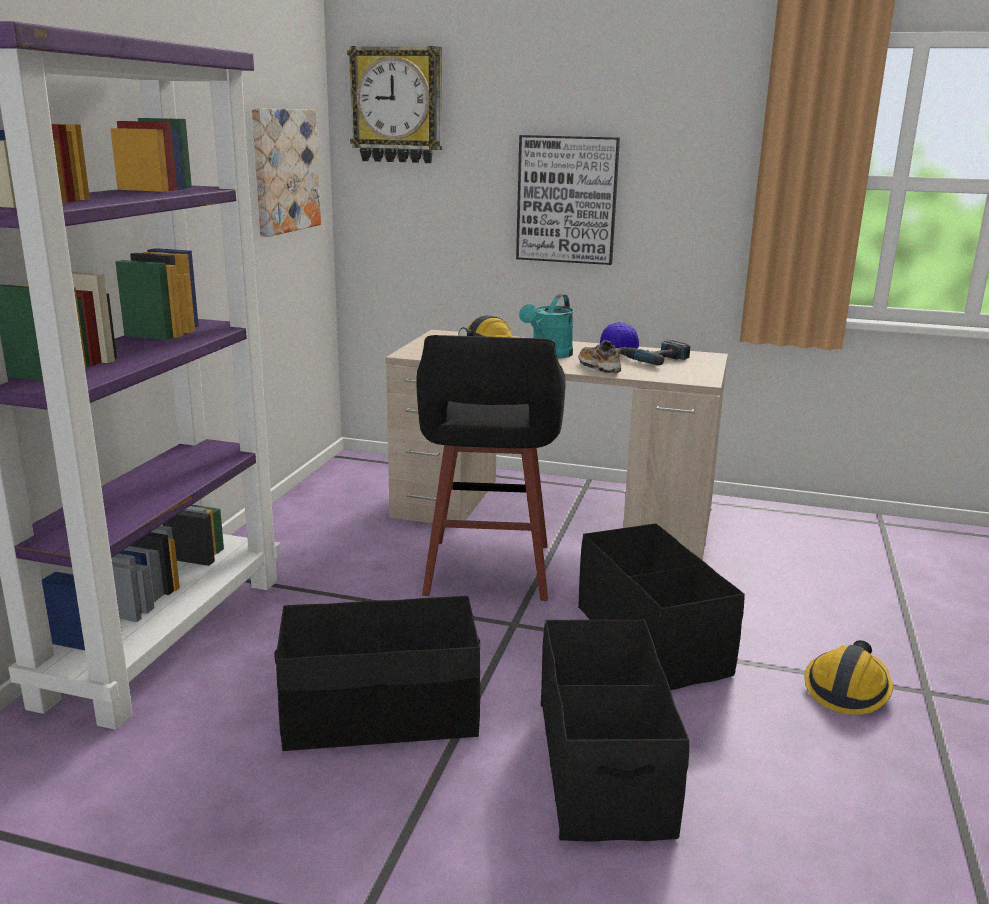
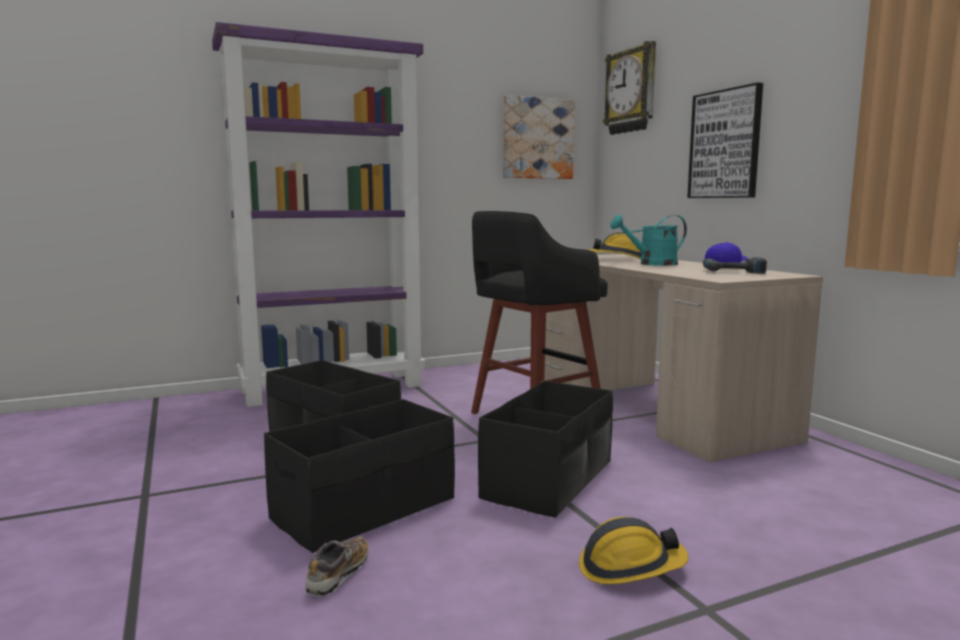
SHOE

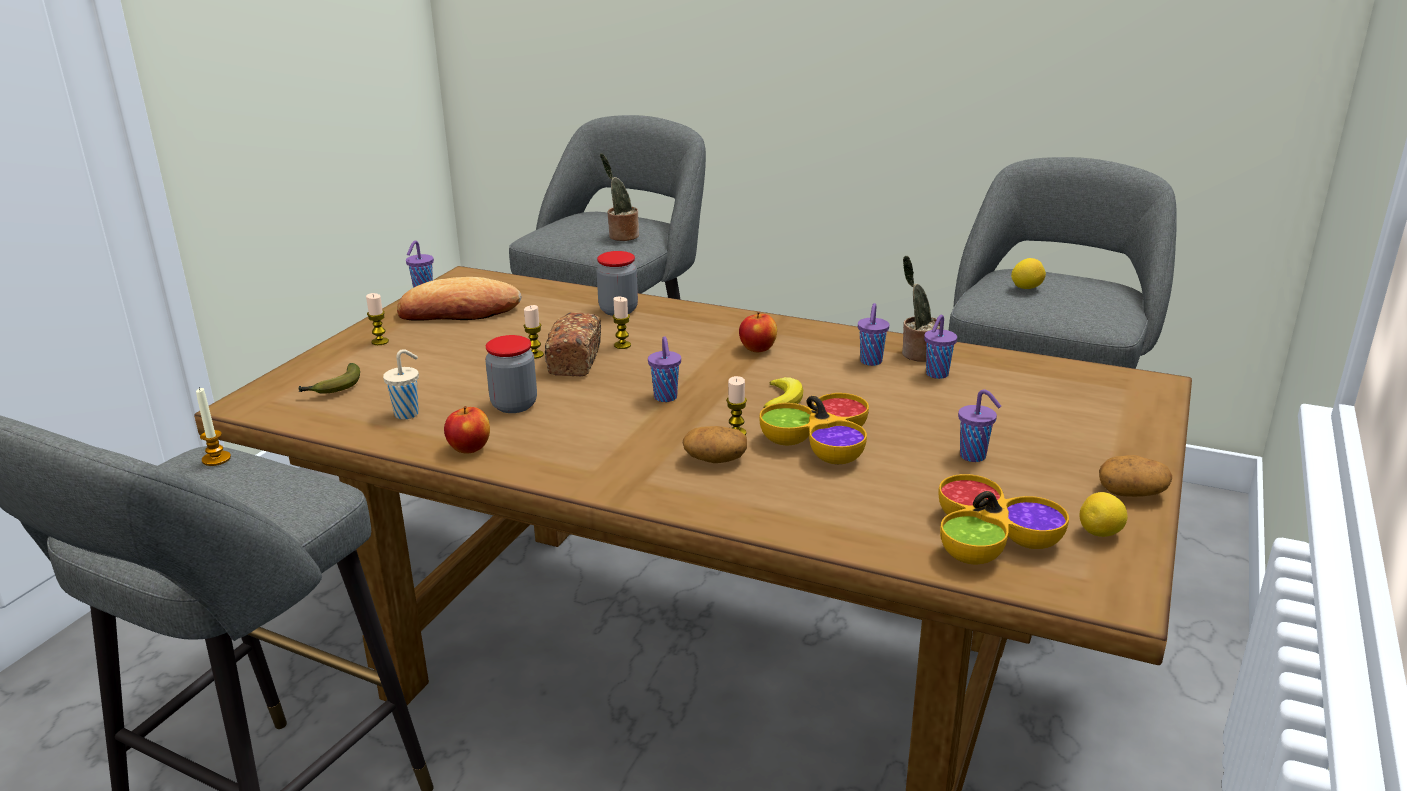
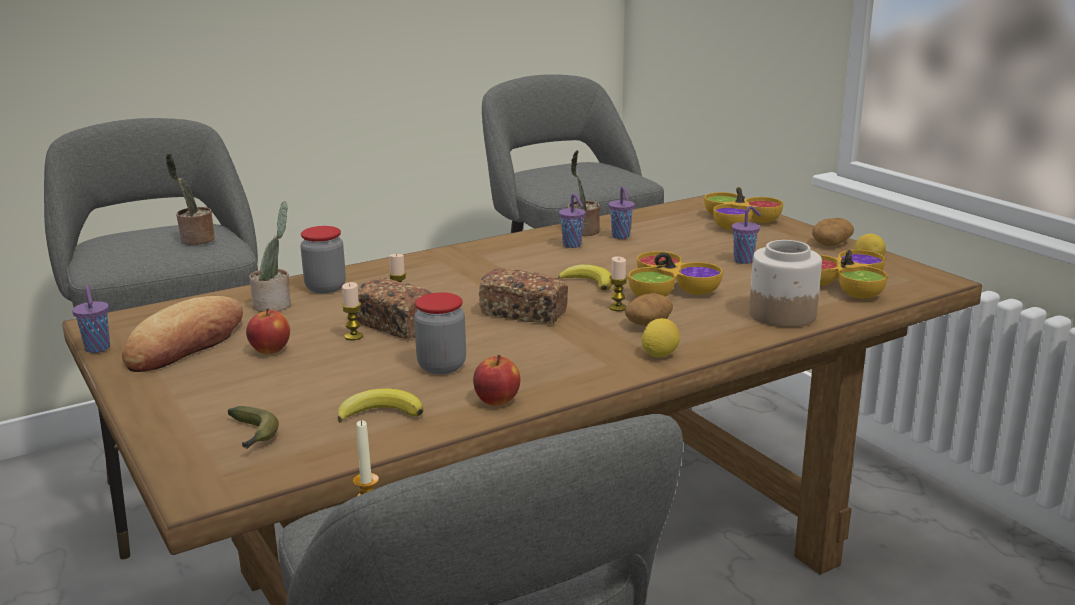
APPLE (no. 1 from left)
POTTED PLANT (no. 2 from left)
BANANA (no. 2 from left)
BREAD (no. 3 from left)
LEMON (no. 1 from left)
BOWL (no. 2 from left)
JAR (no. 3 from left)
CANDLE (no. 2 from left in the first image)

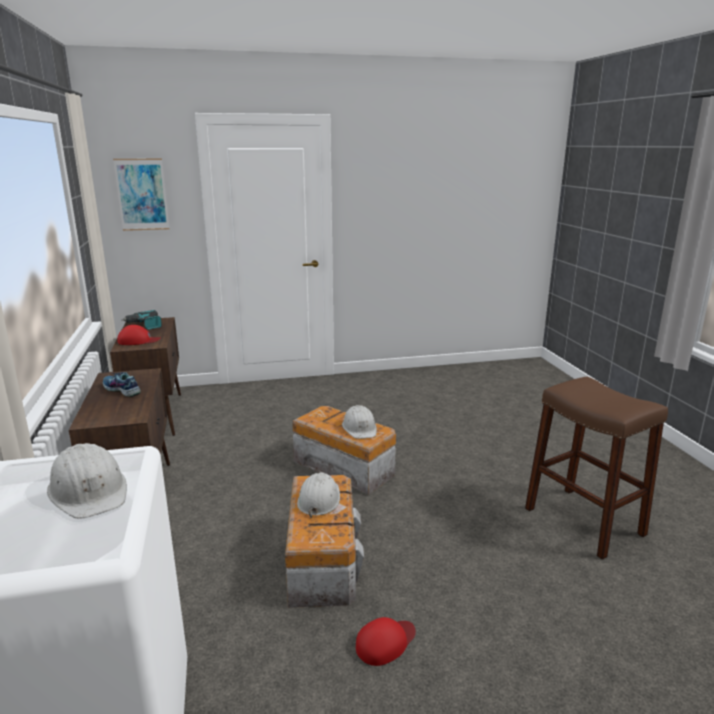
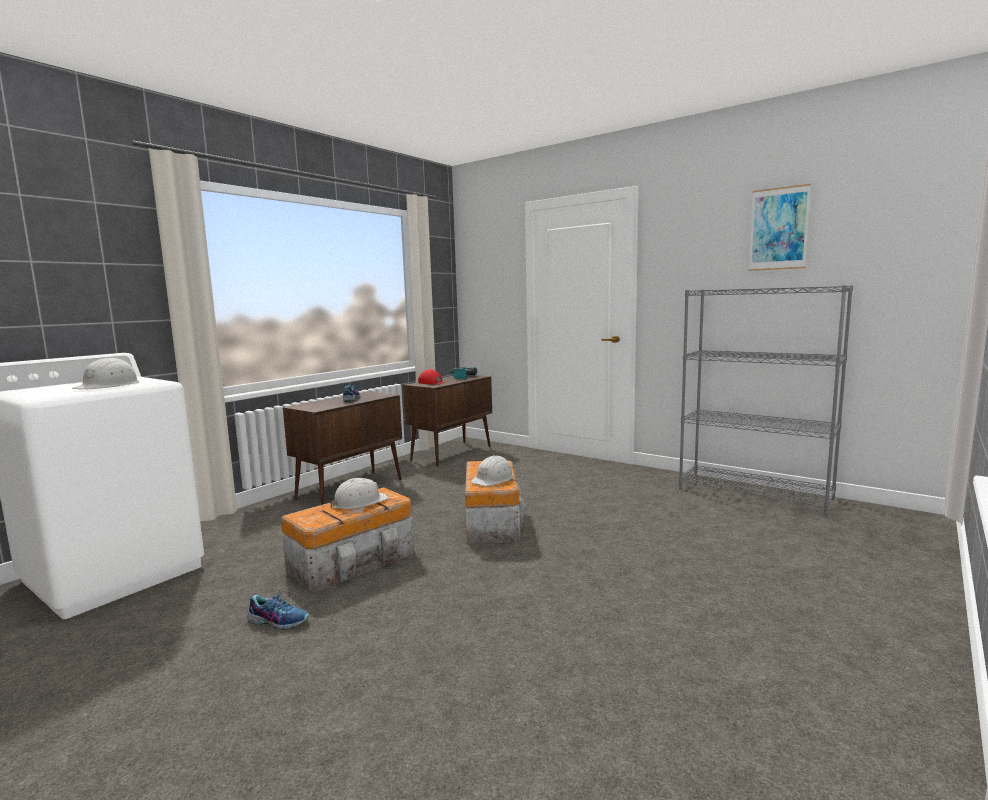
SHOE (no. 1 from left)
GREY BOOKCASE
PICTURE
BROWN STOOL

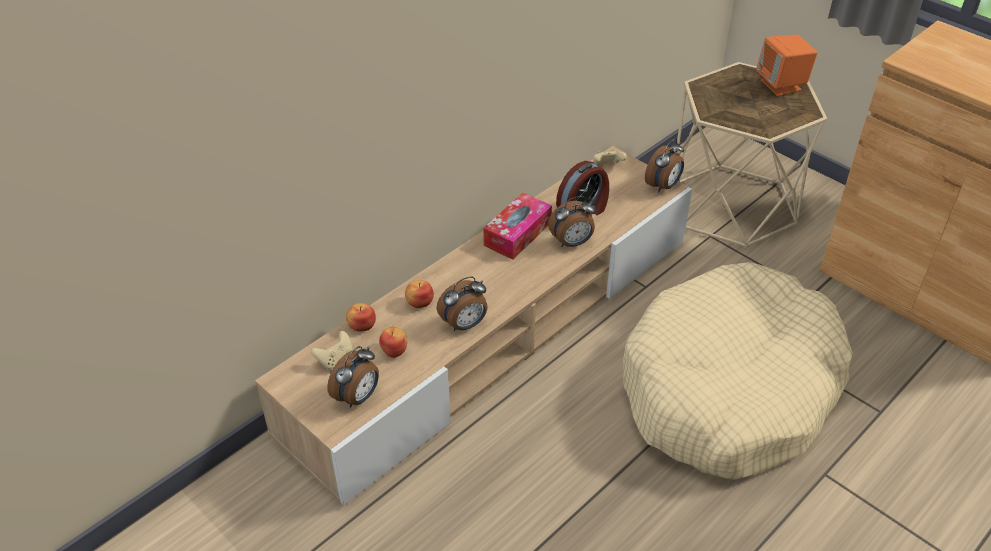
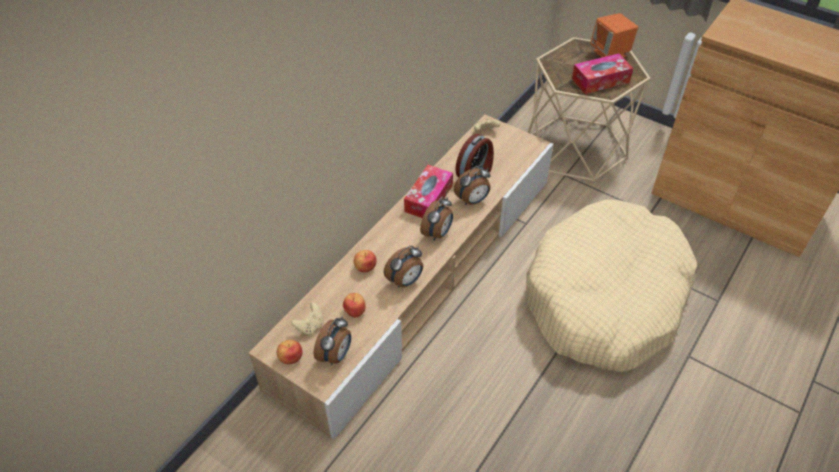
APPLE (no. 1 from left)
ALARM CLOCK (no. 3 from left)
TISSUE BOX (no. 2 from left)

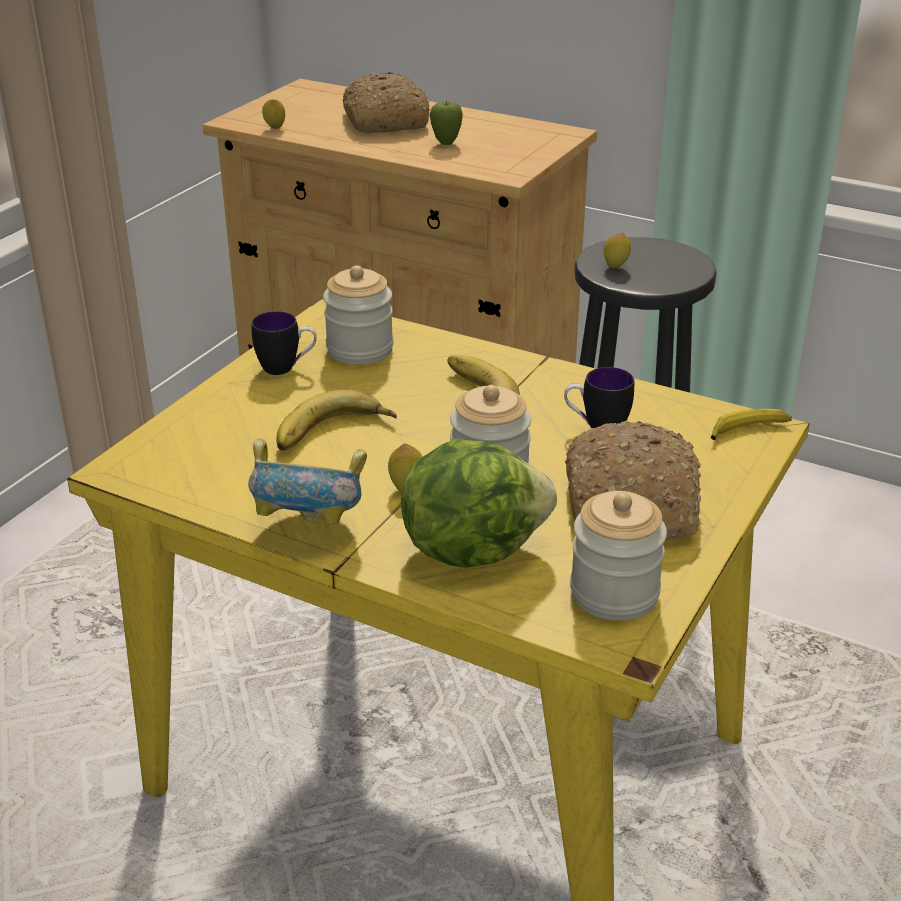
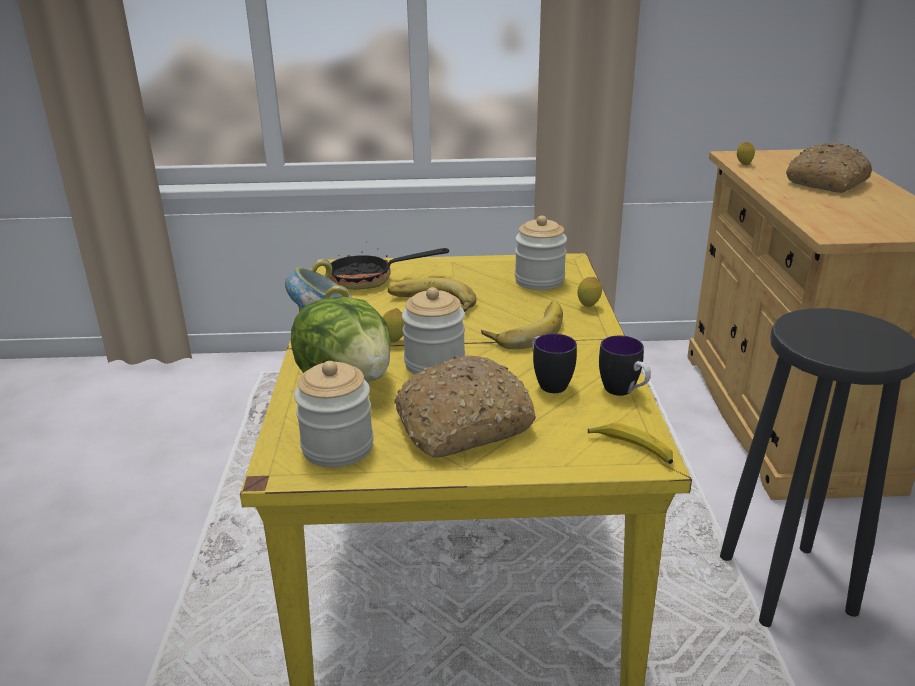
FRYING PAN
LEMON (no. 2 from left)
MUG (no. 2 from left)
APPLE

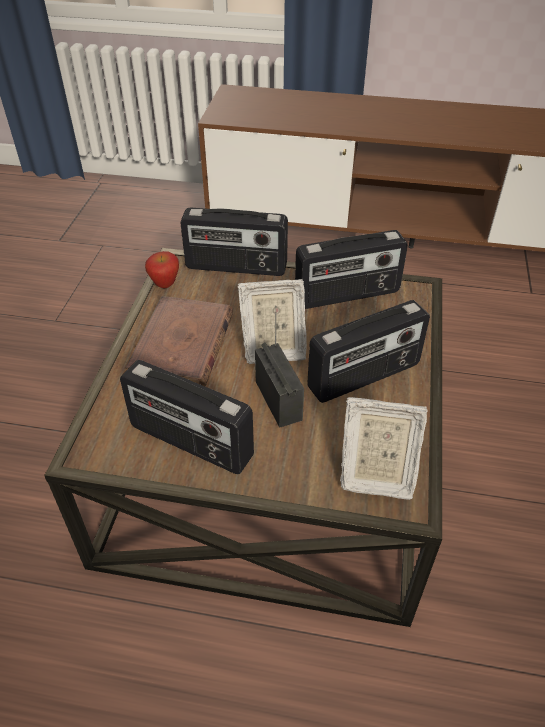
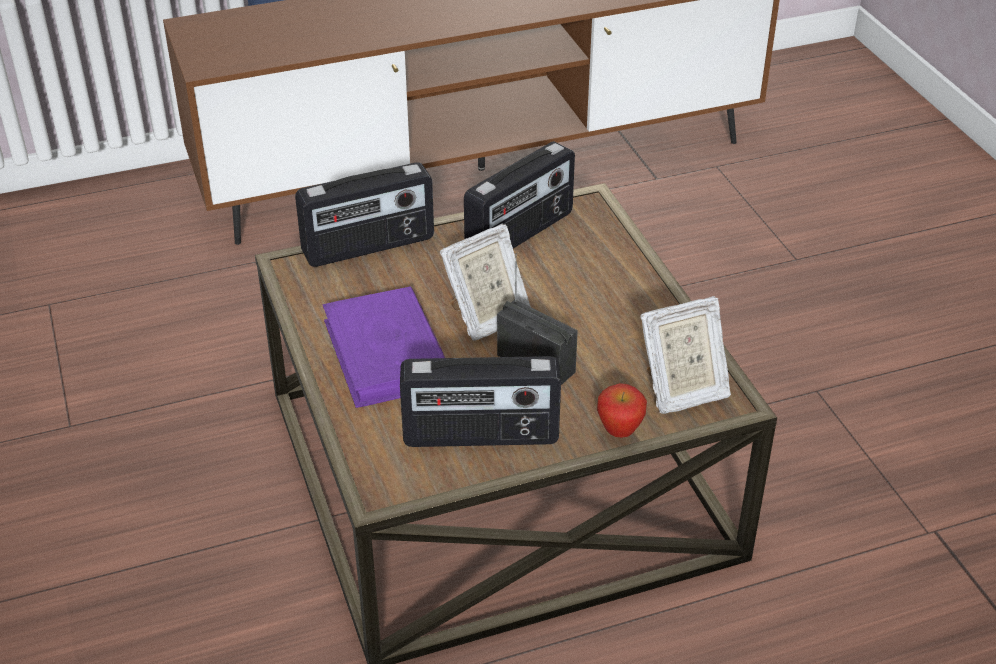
PURPLE BOOK
APPLE
RADIO (no. 5 from left in the first image)

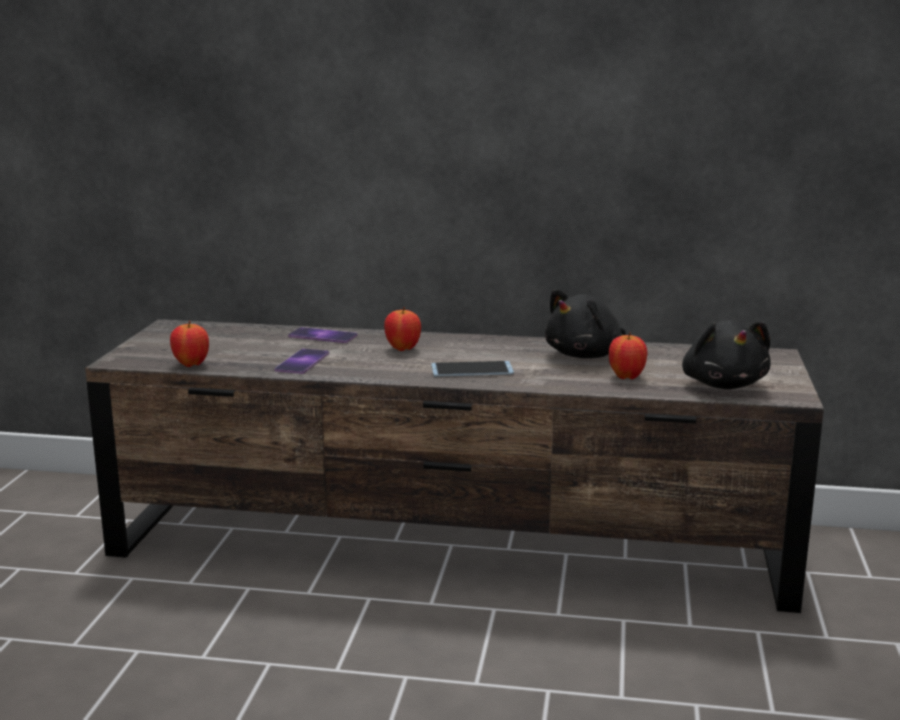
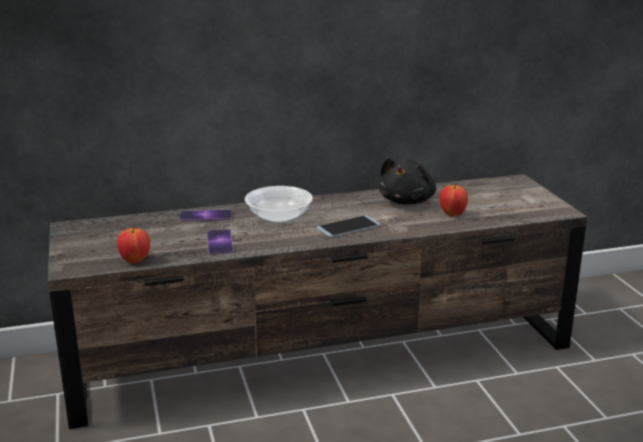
BOWL
BLACK PLUSH TOY (no. 2 from left in the first image)

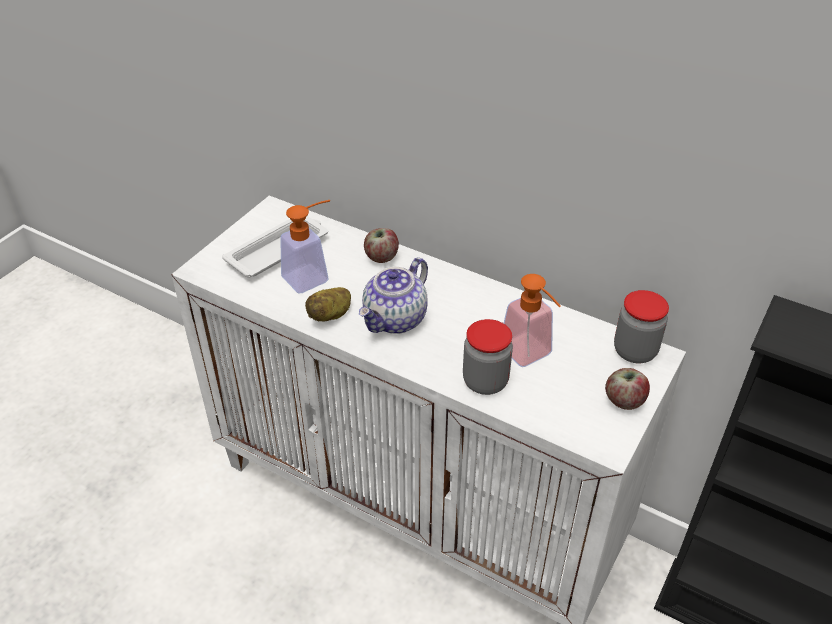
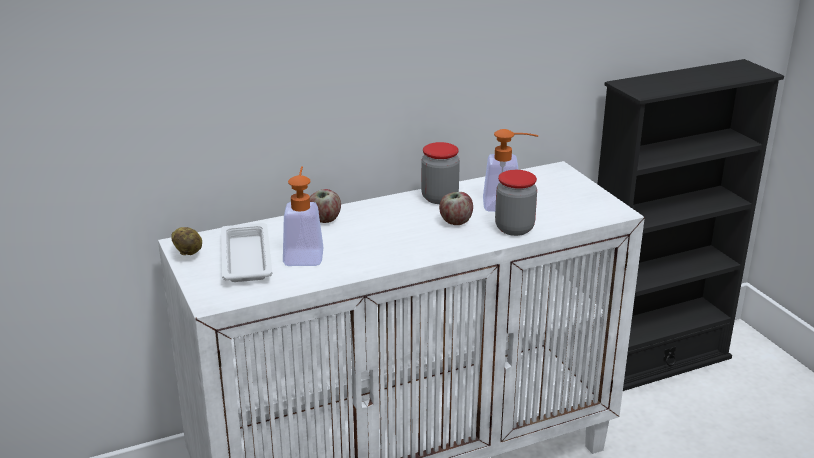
POTATO
JAR (no. 1 from left)
APPLE (no. 2 from left)
TEAPOT

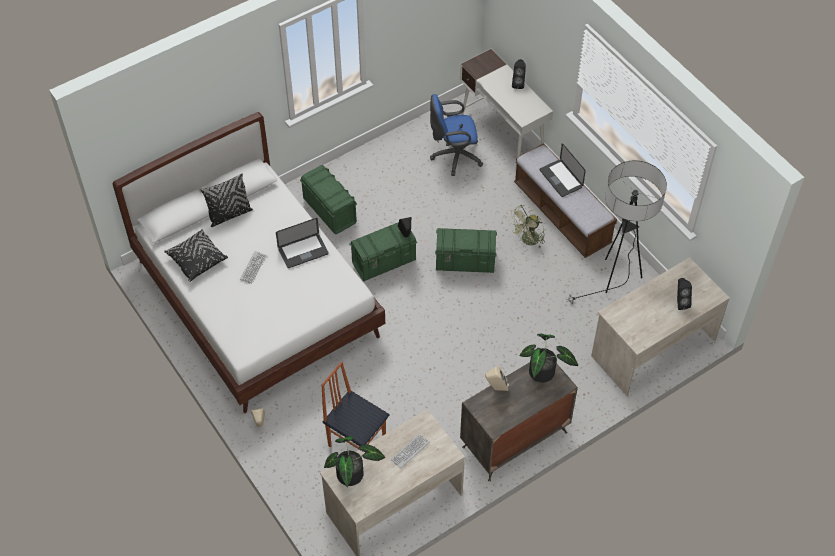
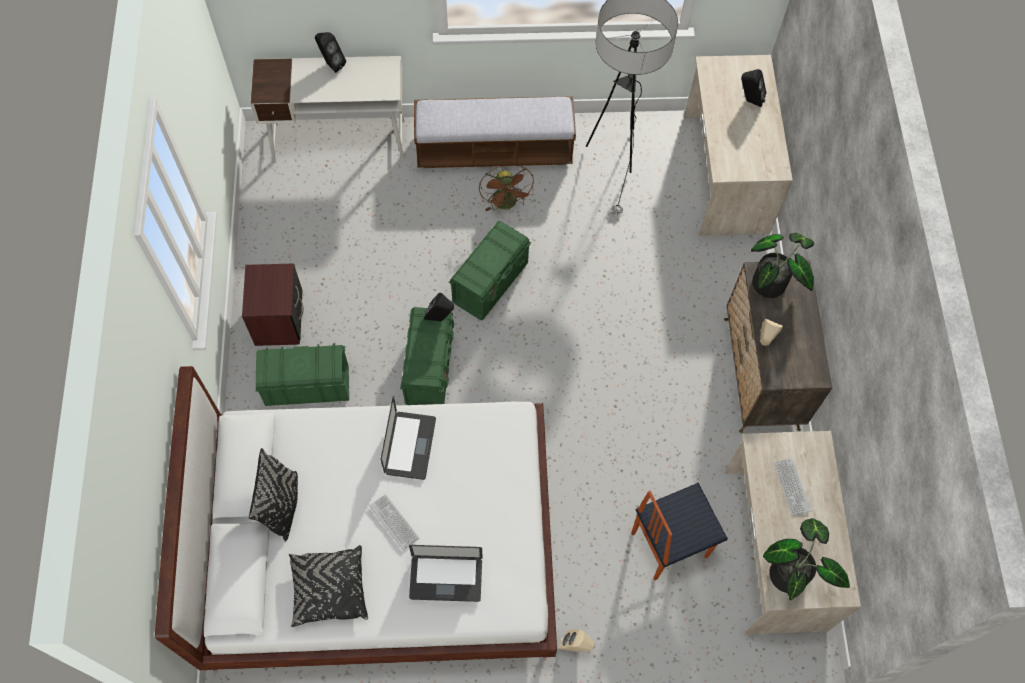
BROWN NIGHTSTAND
LAPTOP (no. 2 from left)
BROWN FAN
BLUE OFFICE CHAIR

